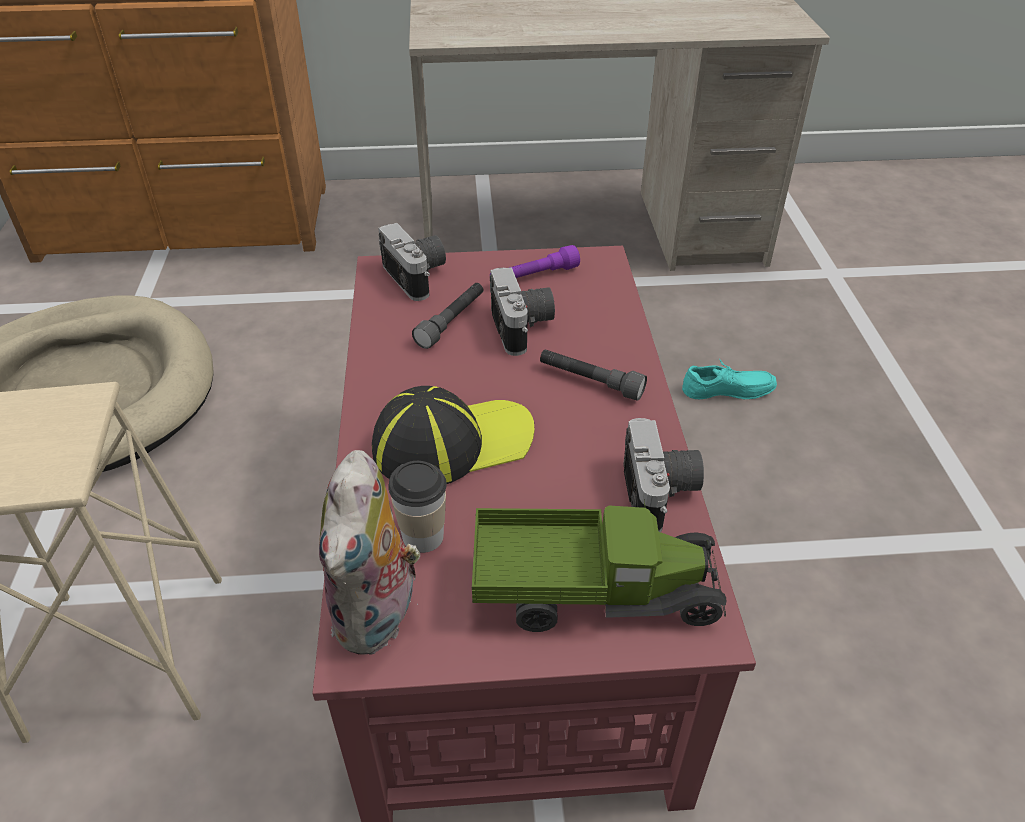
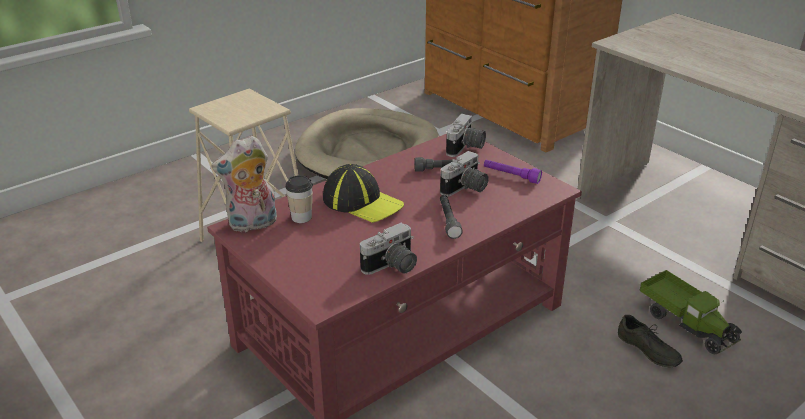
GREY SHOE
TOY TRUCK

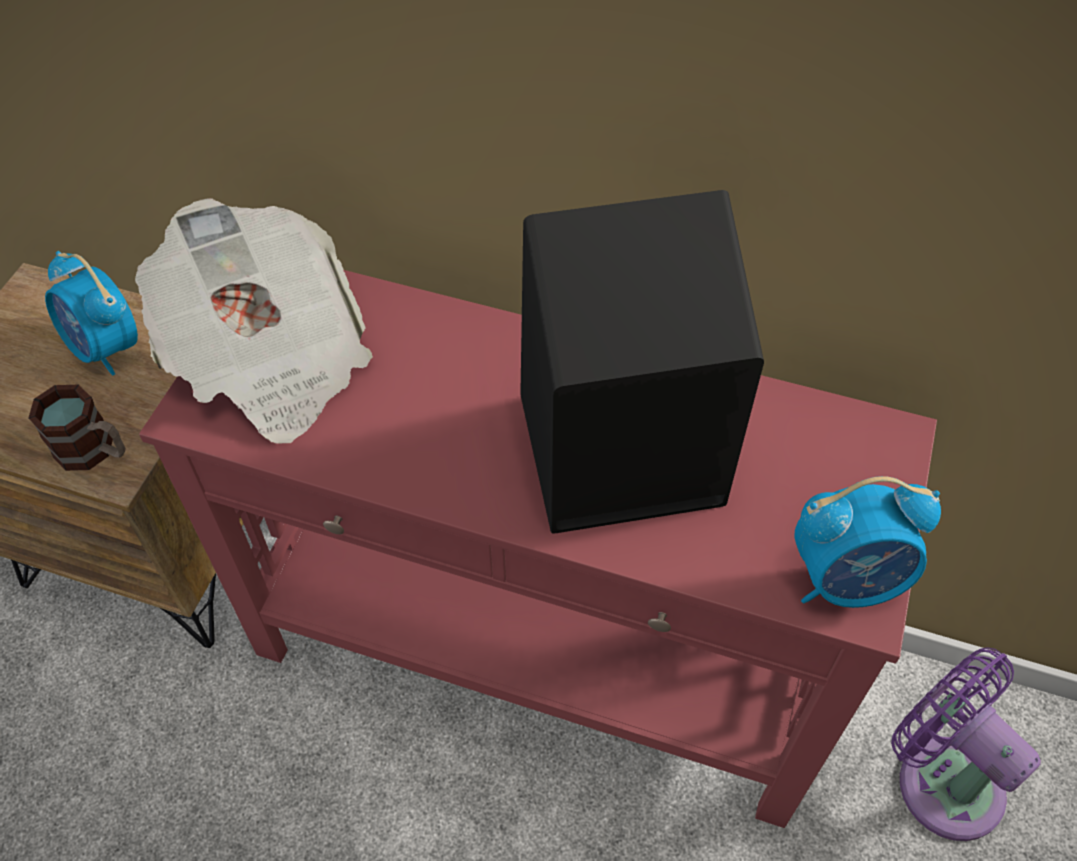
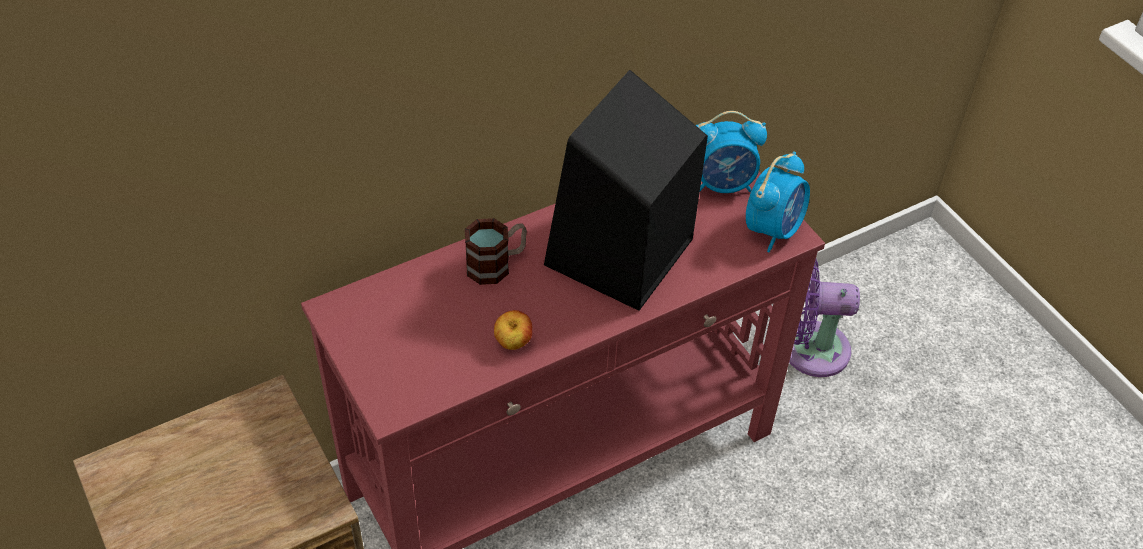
MUG
APPLE
ALARM CLOCK (no. 1 from left)
NEWSPAPER

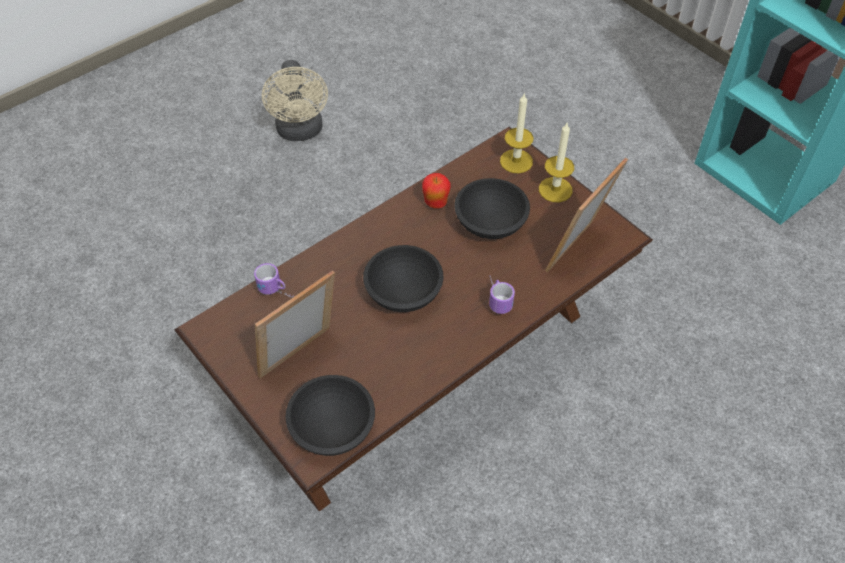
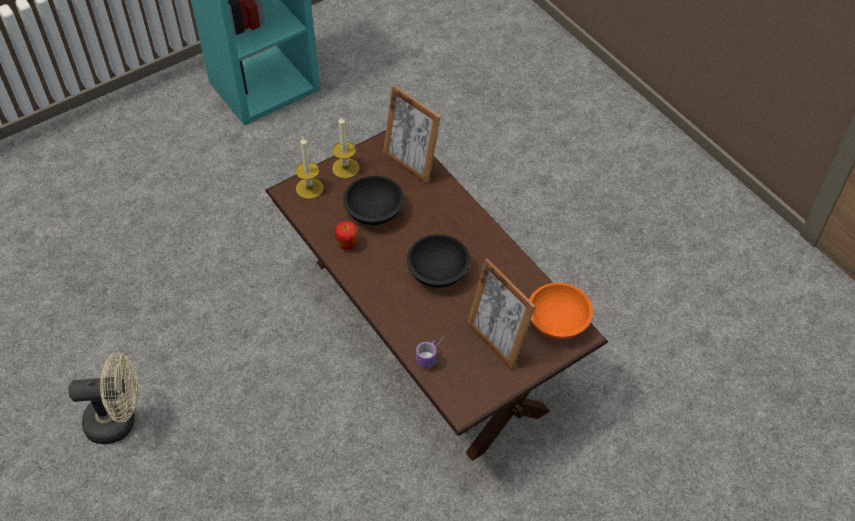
ORANGE BOWL
MUG (no. 2 from left in the first image)

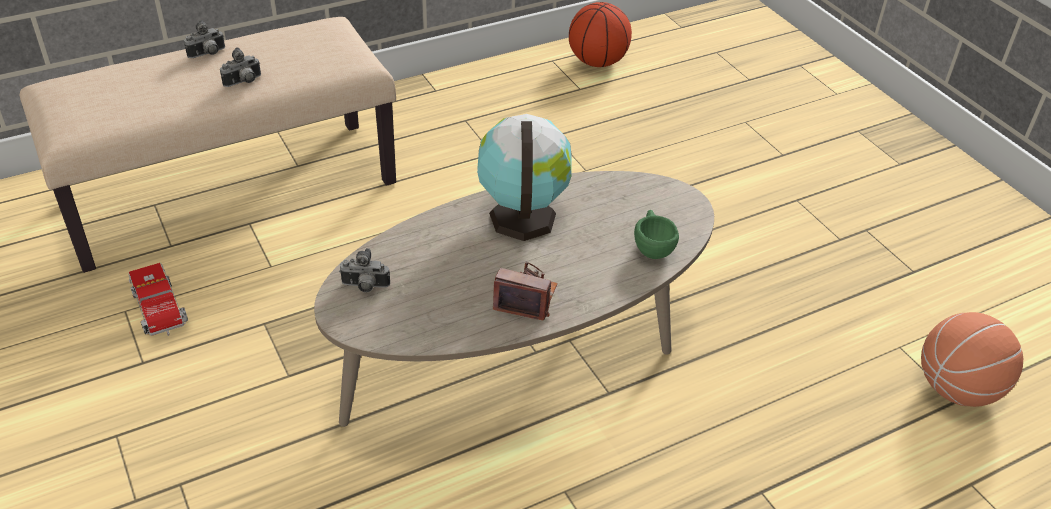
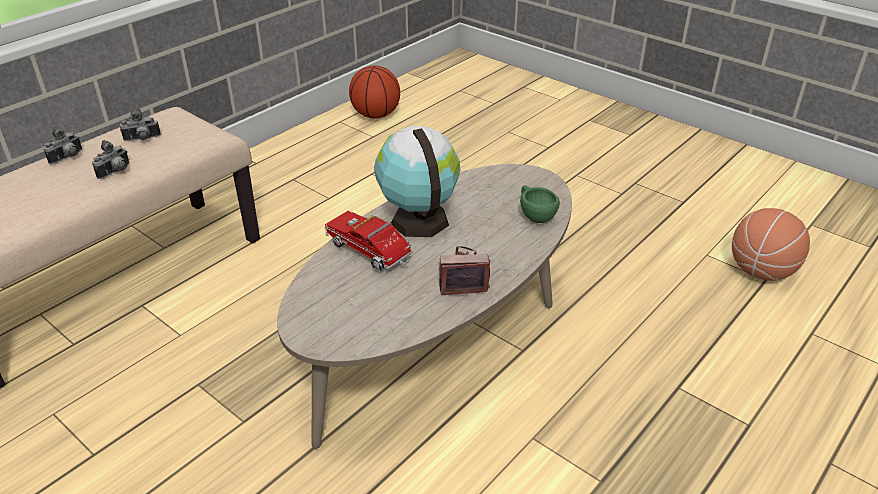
PHOTO CAMERA (no. 3 from left)
TOY TRUCK

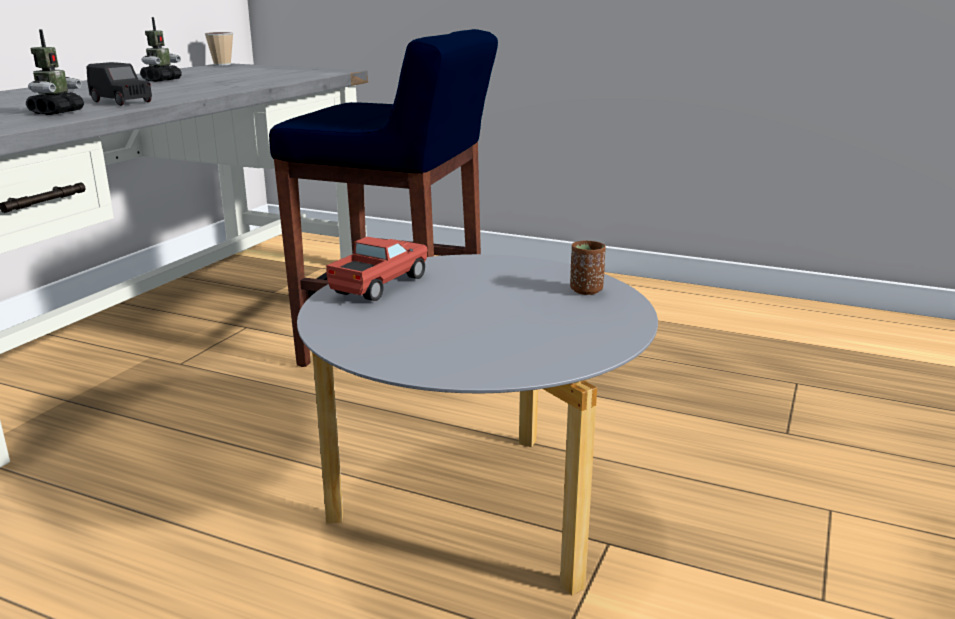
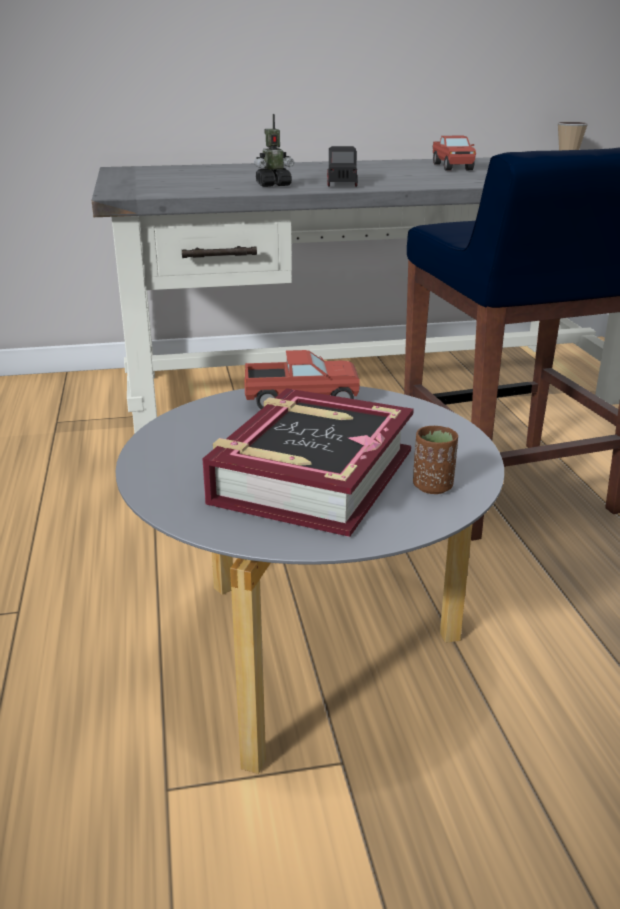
BOOK
TOY TRUCK (no. 2 from left)

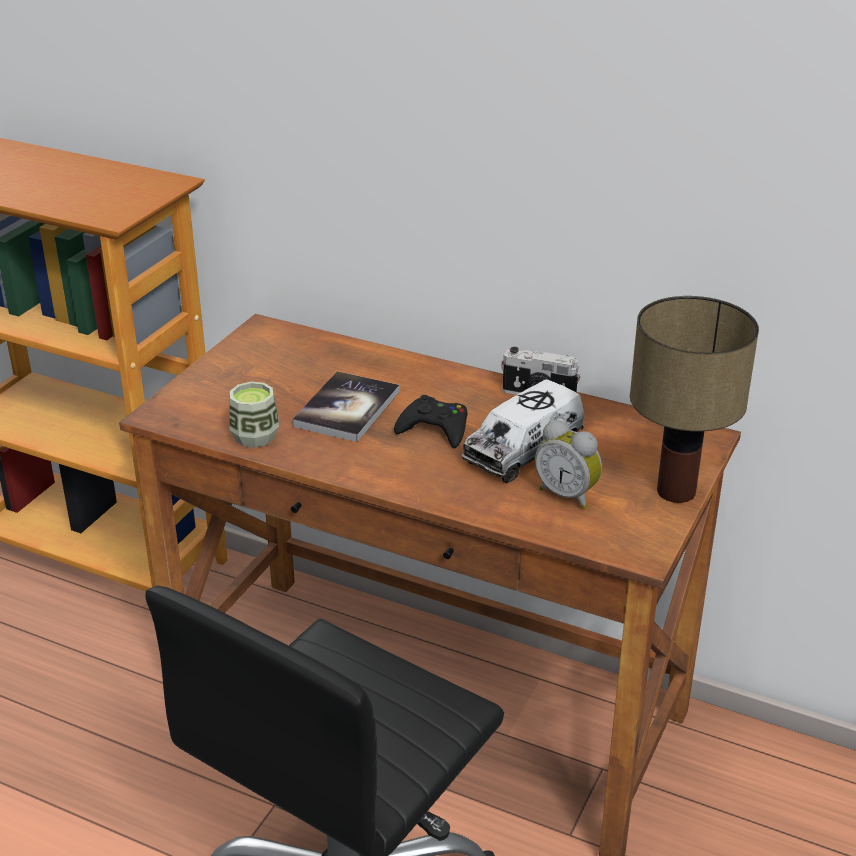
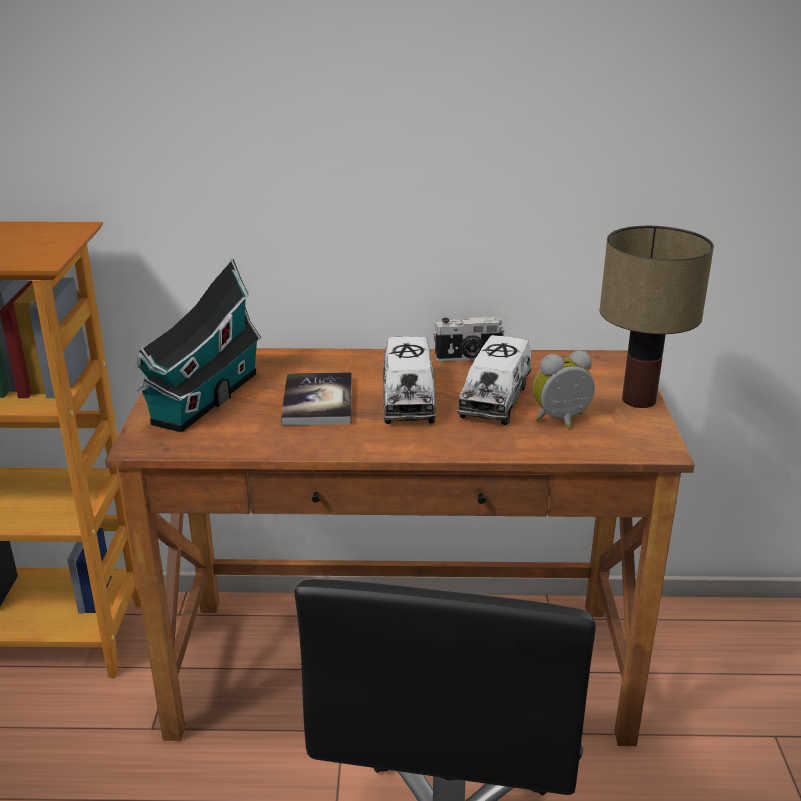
TOY HOUSE
TOY TRUCK (no. 1 from left)
ALARM CLOCK
CUP

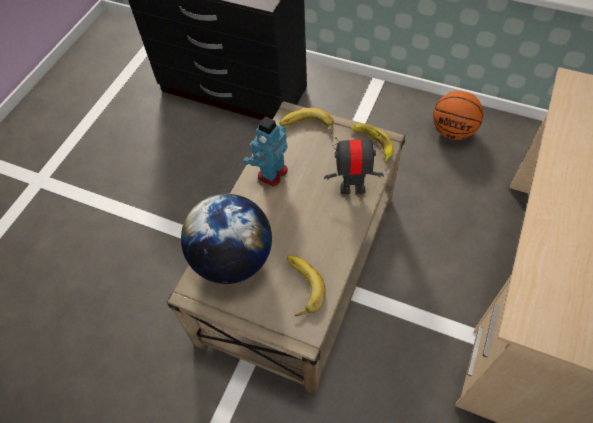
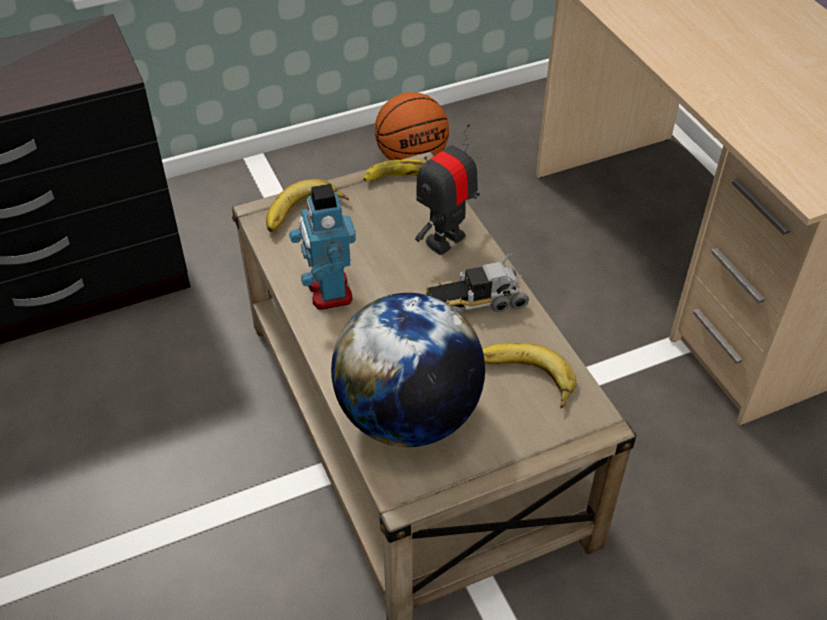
TOY TRUCK

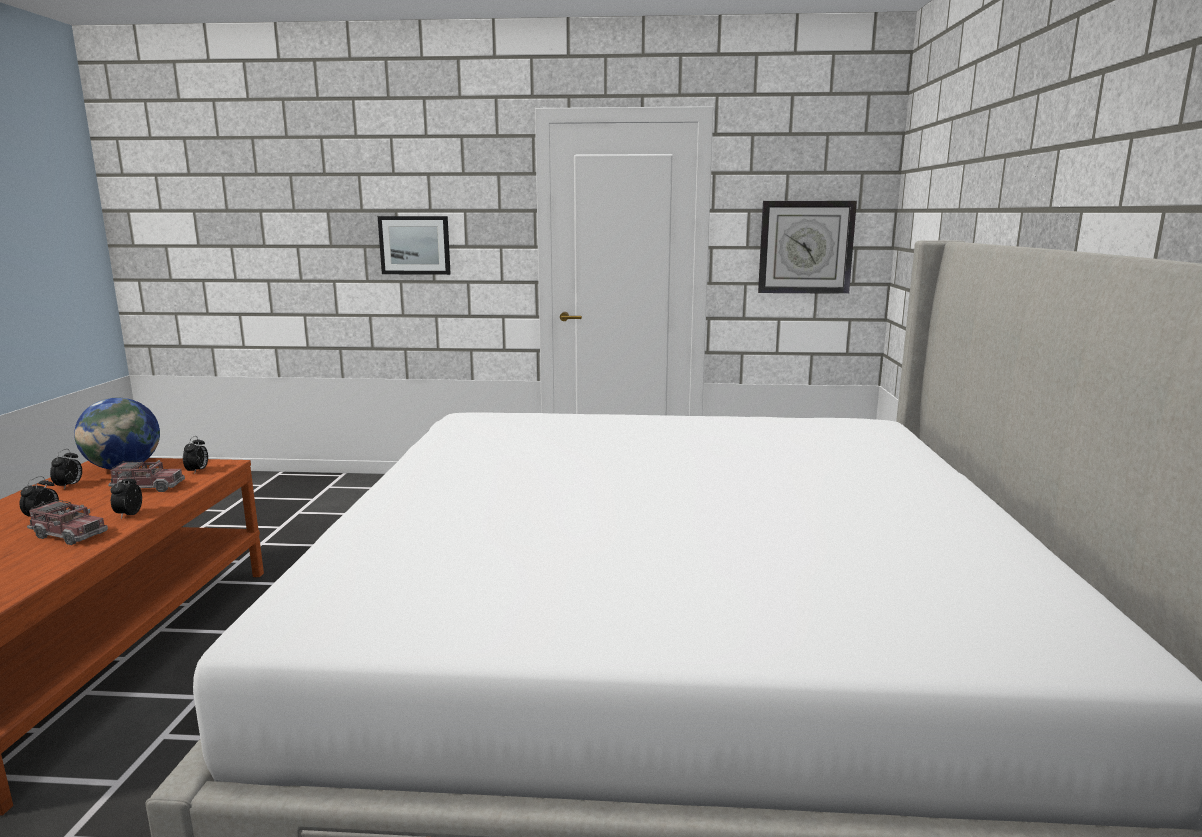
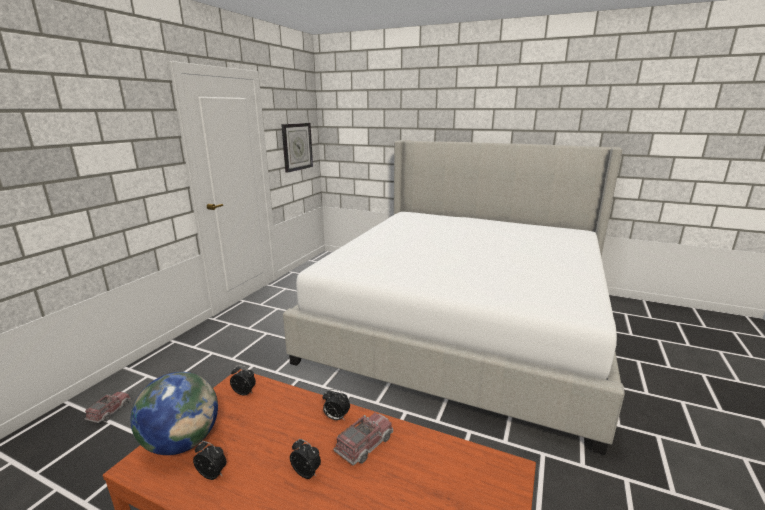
TOY TRUCK (no. 1 from left)
PICTURE

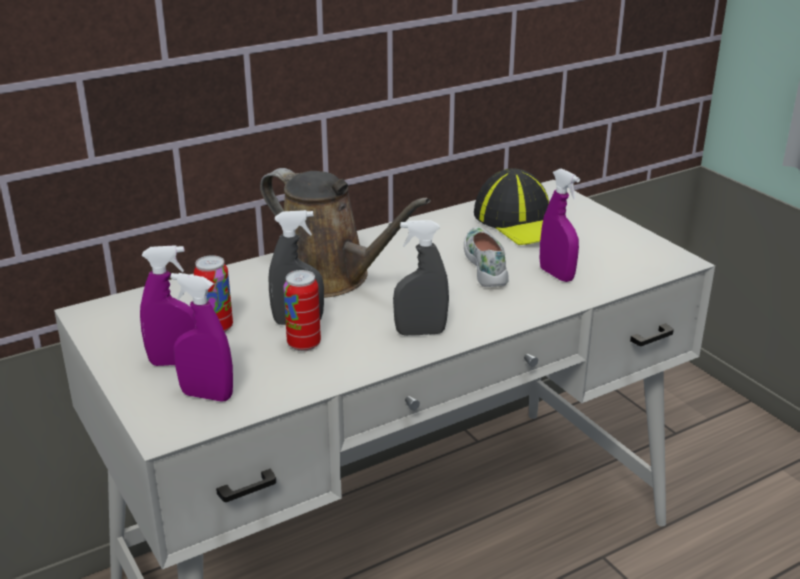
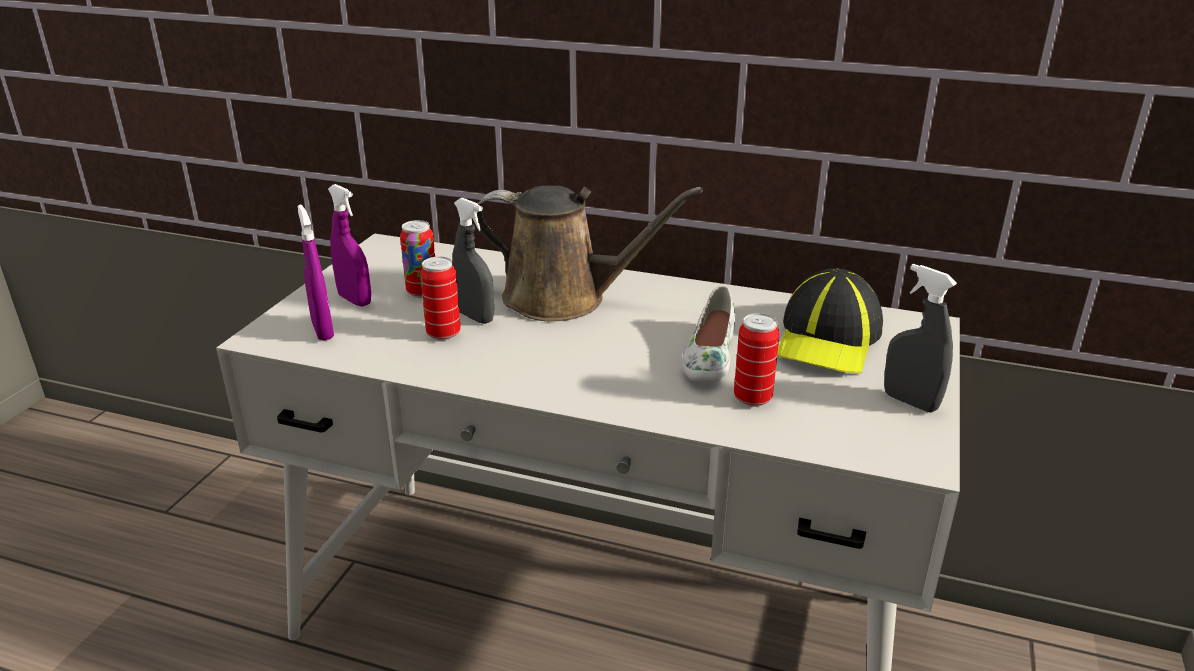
BROWN WATERING CAN
WHITE SHOE
CAN (no. 3 from left)
GREY SPRAY BOTTLE (no. 2 from left)

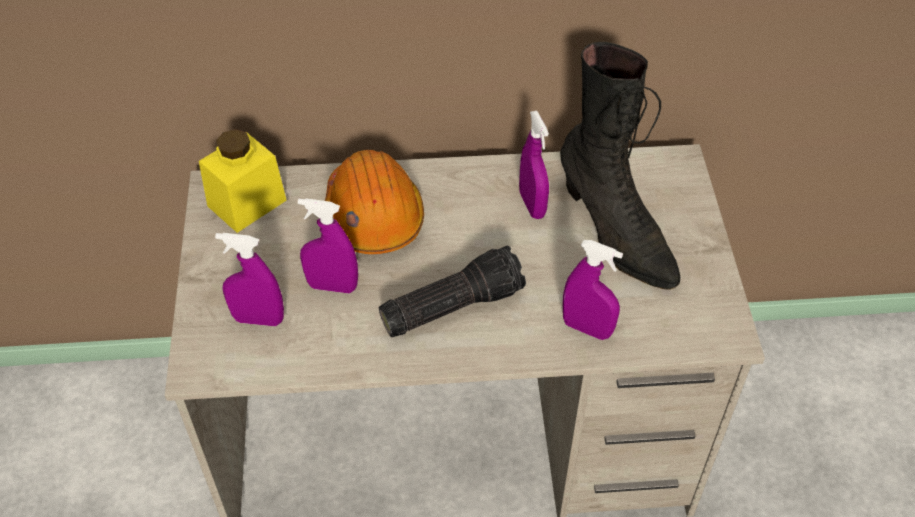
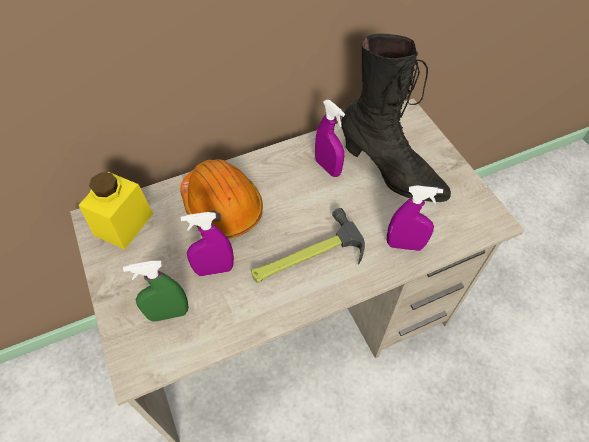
GREEN SPRAY BOTTLE
HAMMER

